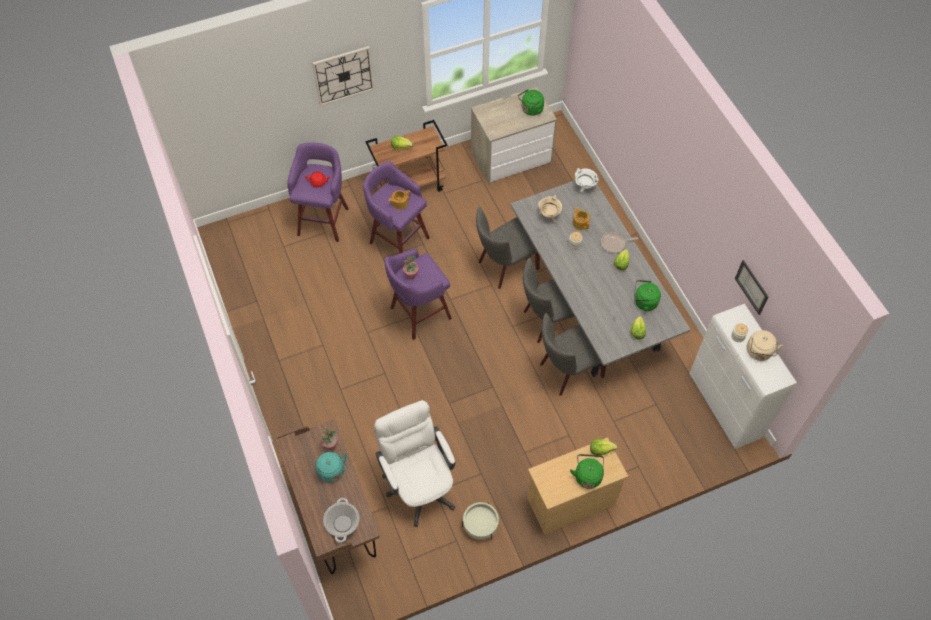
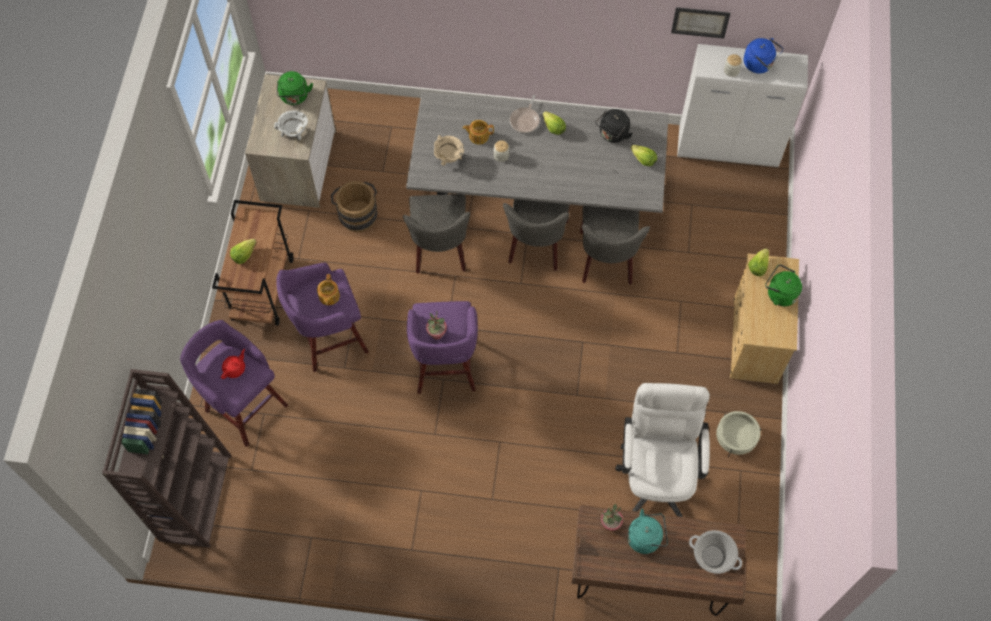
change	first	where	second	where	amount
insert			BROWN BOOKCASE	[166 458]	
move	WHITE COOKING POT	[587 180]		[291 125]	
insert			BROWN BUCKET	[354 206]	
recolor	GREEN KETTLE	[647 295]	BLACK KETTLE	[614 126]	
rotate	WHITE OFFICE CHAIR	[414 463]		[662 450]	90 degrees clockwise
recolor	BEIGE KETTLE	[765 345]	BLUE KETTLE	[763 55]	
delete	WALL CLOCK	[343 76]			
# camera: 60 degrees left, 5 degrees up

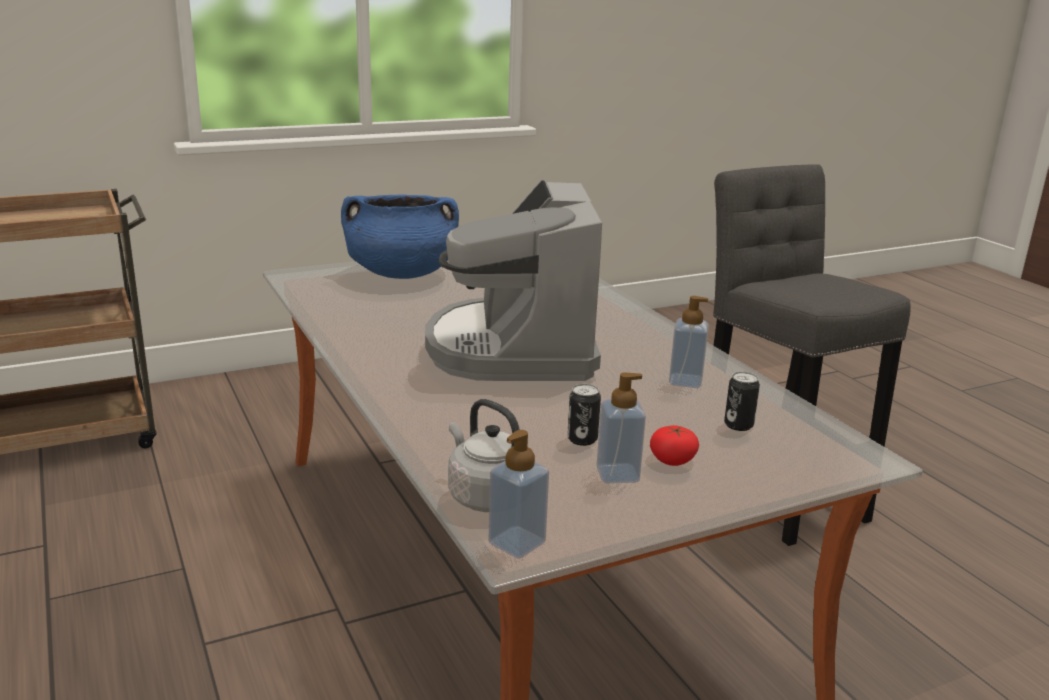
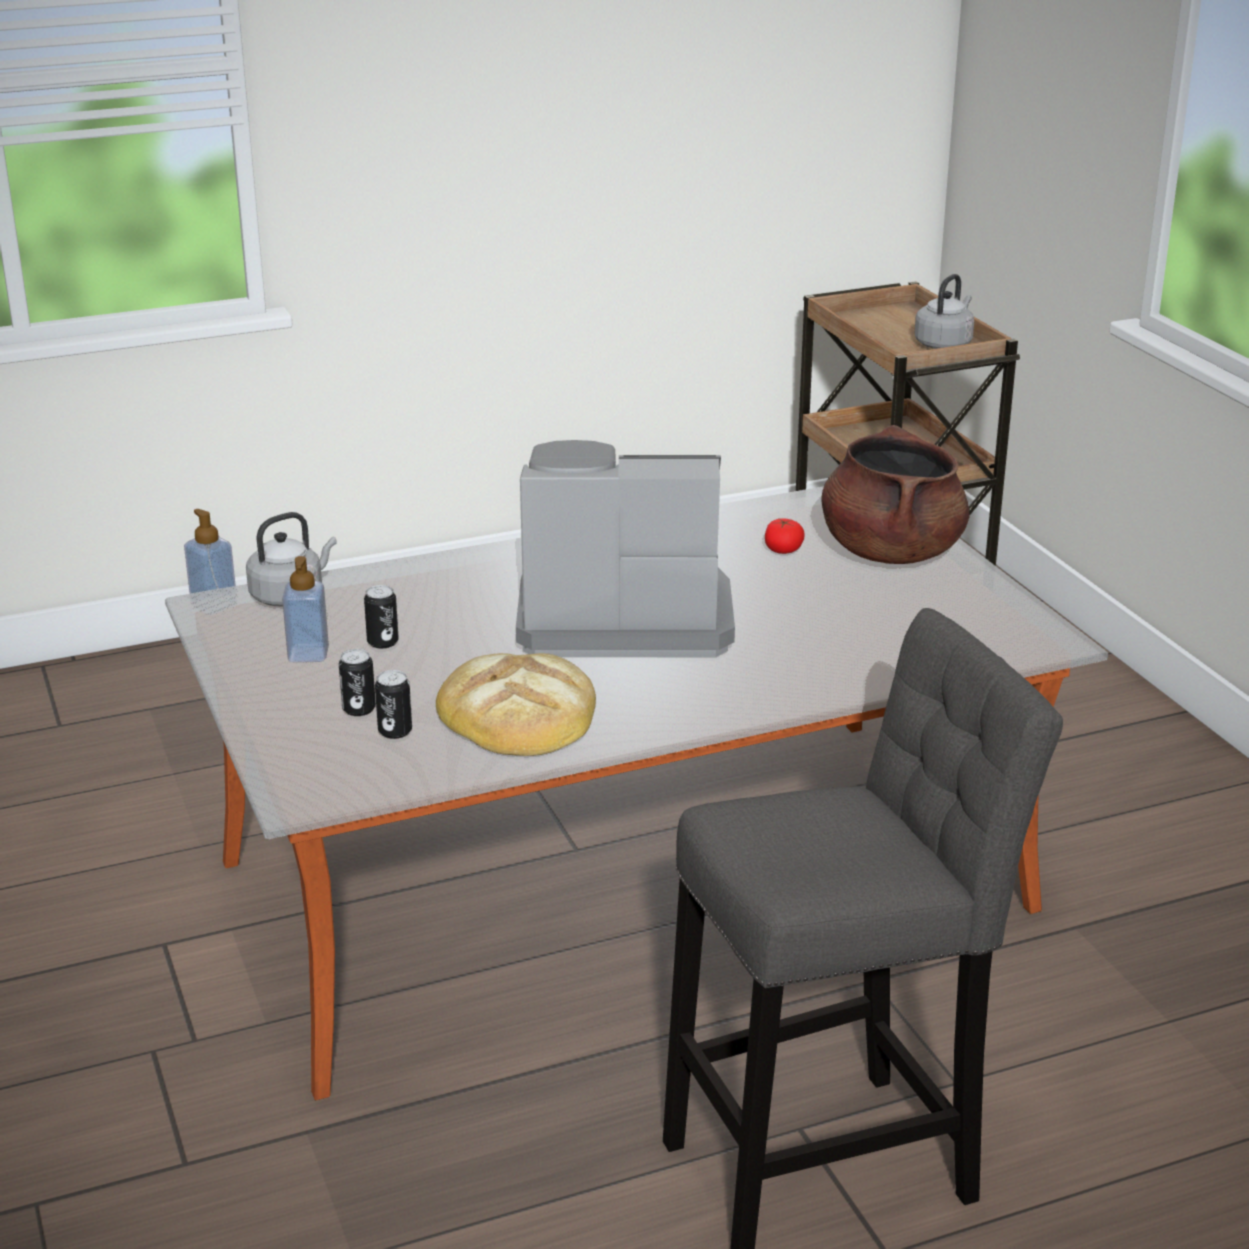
change	first	where	second	where	amount
insert			CAN	[357 682]	
replace	SOAP DISPENSER	[689 342]	BREAD	[516 704]	
move	TOMATO	[674 445]		[785 536]	
recolor	BLUE COOKING POT	[400 236]	BROWN COOKING POT	[895 494]	
insert			GREY KETTLE	[944 311]	
# camera: 95 degrees right, 5 degrees up

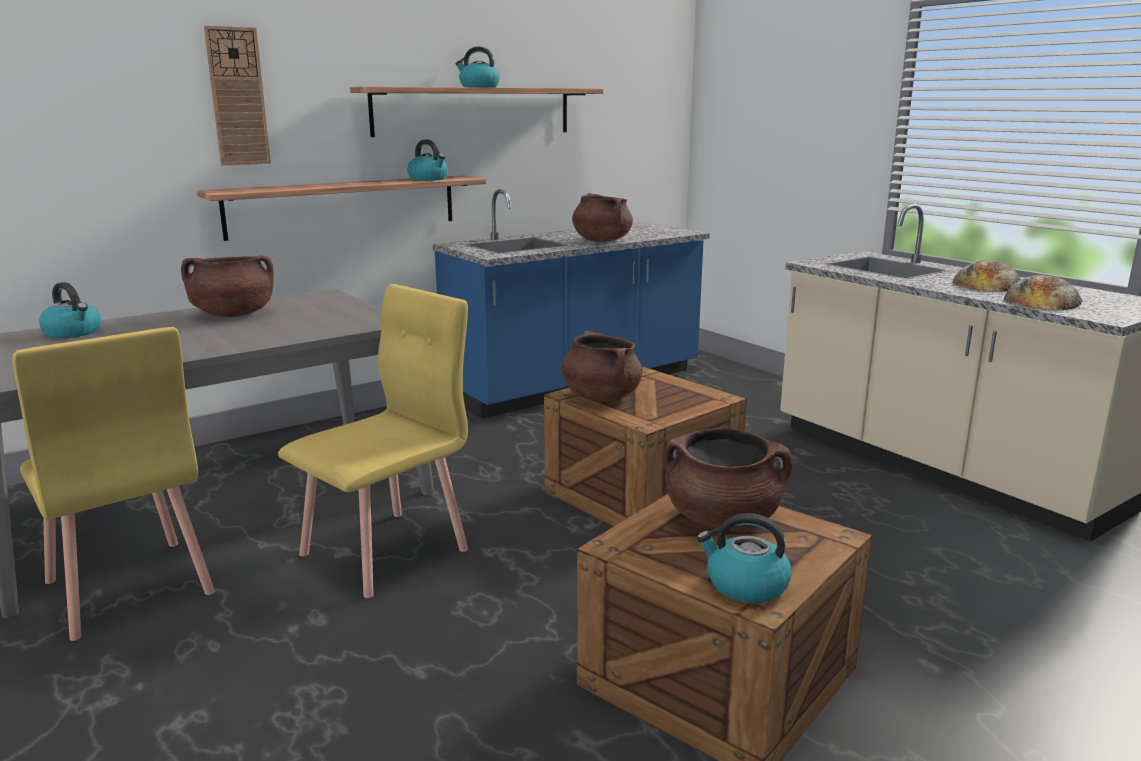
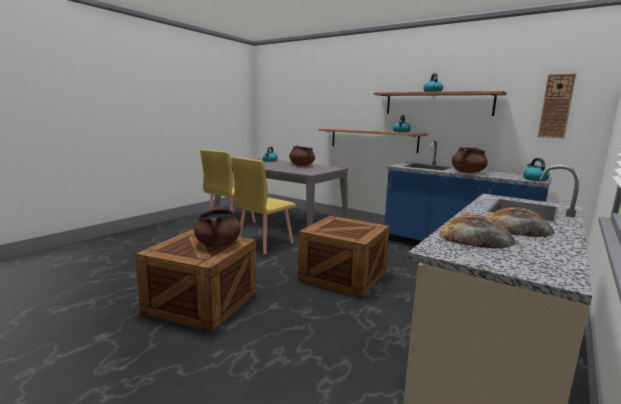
change	first	where	second	where	amount
rotate	YELLOW CHAIR	[373 441]		[263 205]	105 degrees clockwise
move	KETTLE	[744 558]		[536 169]	
move	WALL CLOCK	[237 95]		[557 105]	
delete	BROWN COOKING POT	[601 365]			
# camera: 70 degrees right, 5 degrees down

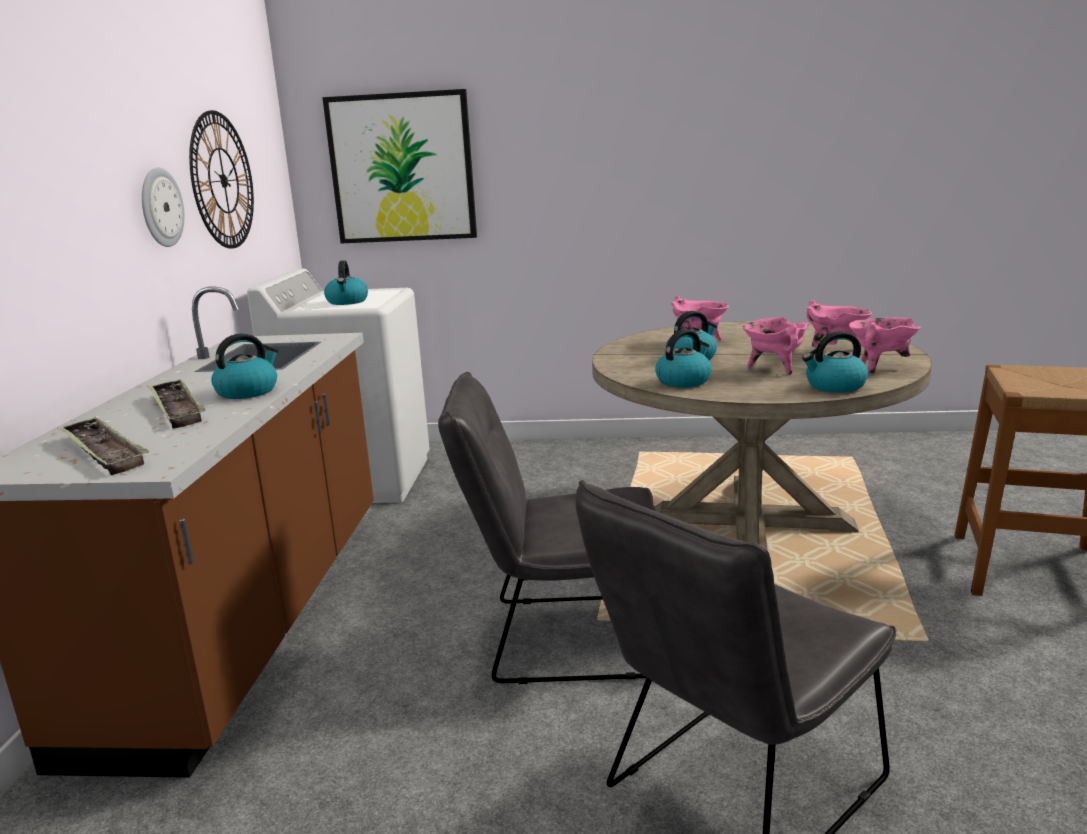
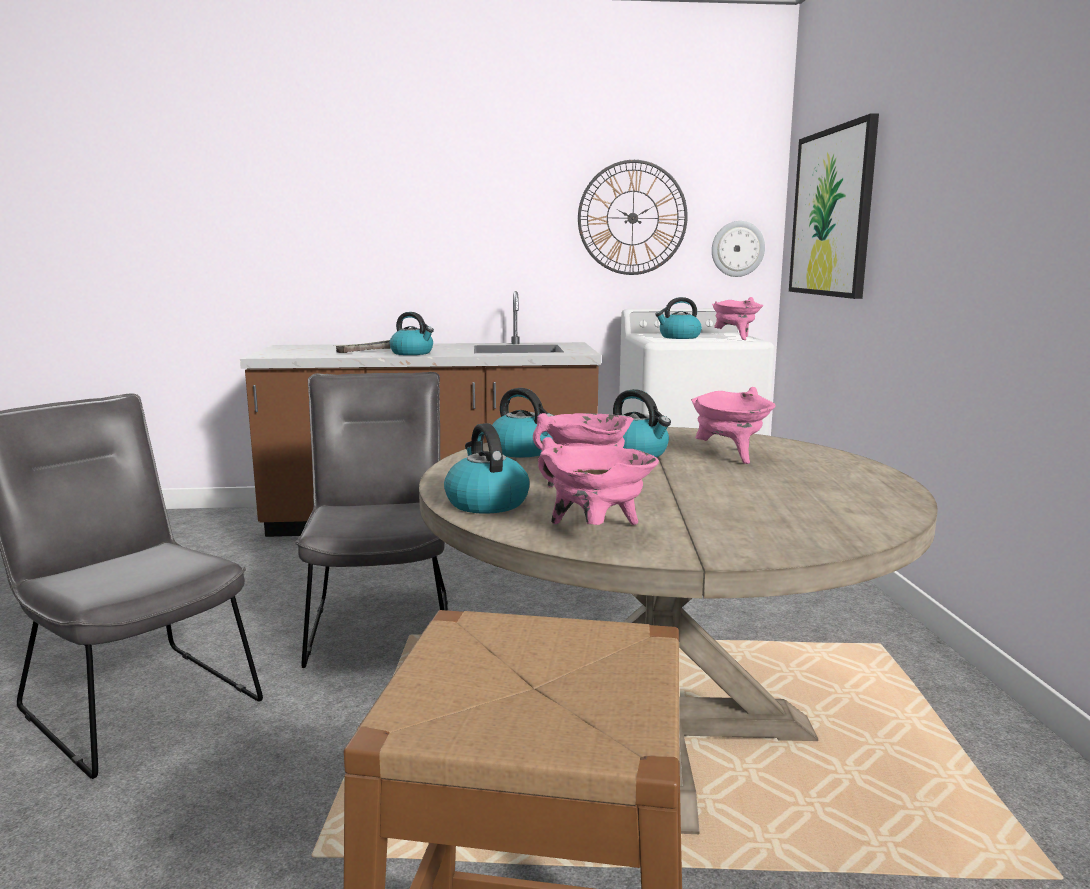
change	first	where	second	where	amount
move	WALL CLOCK	[163 207]		[738 249]	
move	PINK COOKING POT	[839 323]		[737 318]	
delete	TRAY	[103 446]			
# camera: 80 degrees right, 5 degrees down

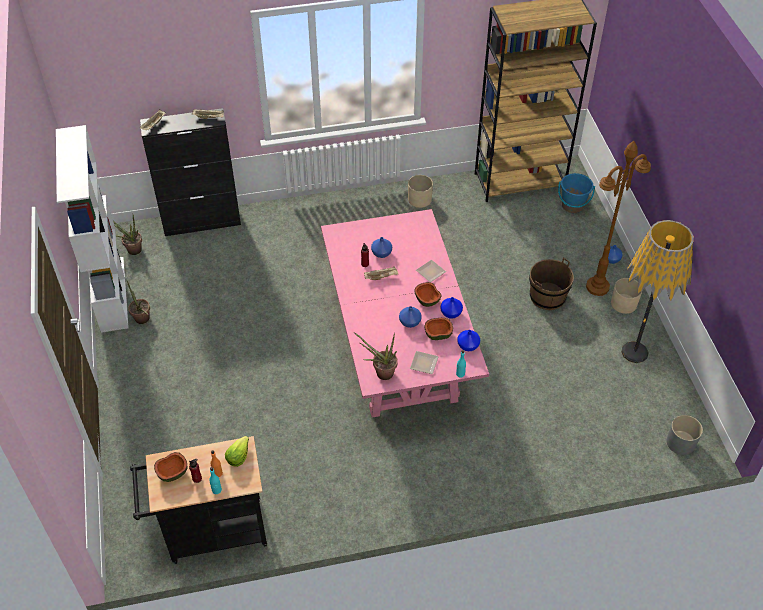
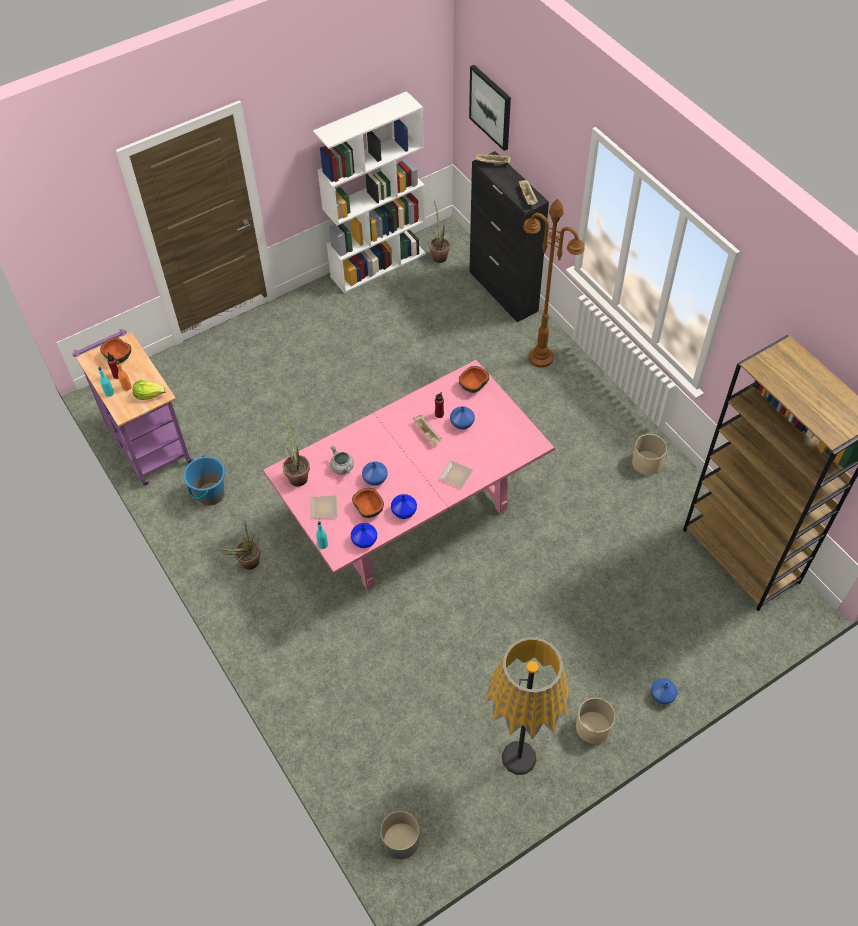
change	first	where	second	where	amount
recolor	BLACK CART	[198 500]	PURPLE CART	[132 407]	
move	BLUE BUCKET	[576 193]		[204 480]	
move	POTTED PLANT	[138 302]		[239 545]	
insert			GREY COOKING POT	[342 459]	
move	BOWL	[428 294]		[474 379]	
insert			PICTURE	[490 108]	
move	BROWN FLOOR LAMP	[618 218]		[554 283]	
delete	BROWN BUCKET	[551 284]			
# camera: 70 degrees right, 5 degrees up

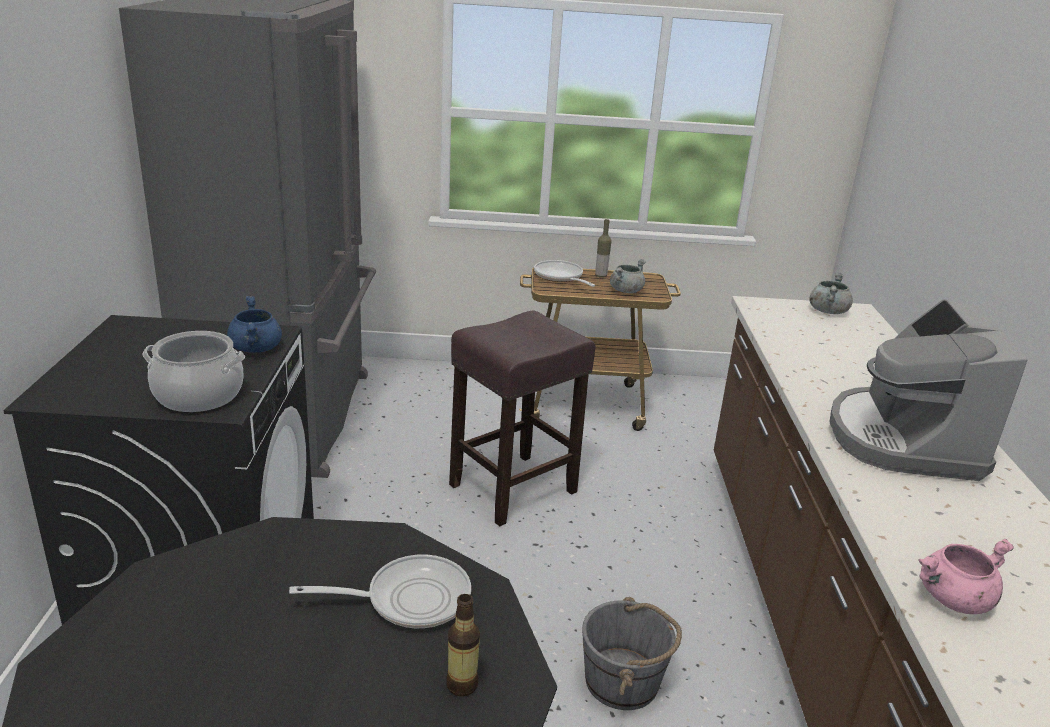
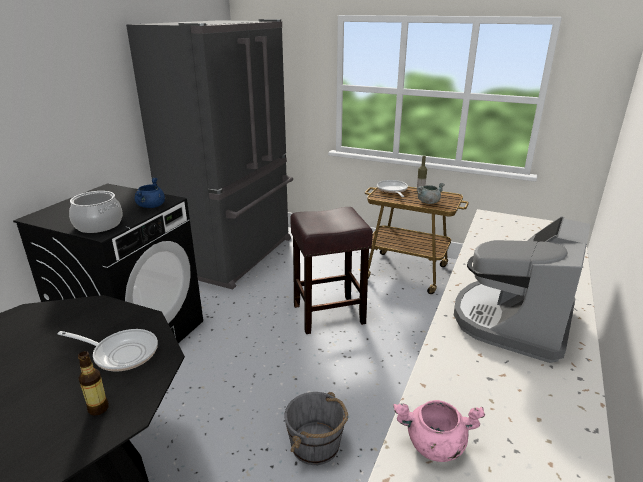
change	first	where	second	where	amount
delete	GREY COOKING POT	[831 293]			
# camera: 25 degrees right, 0 degrees up

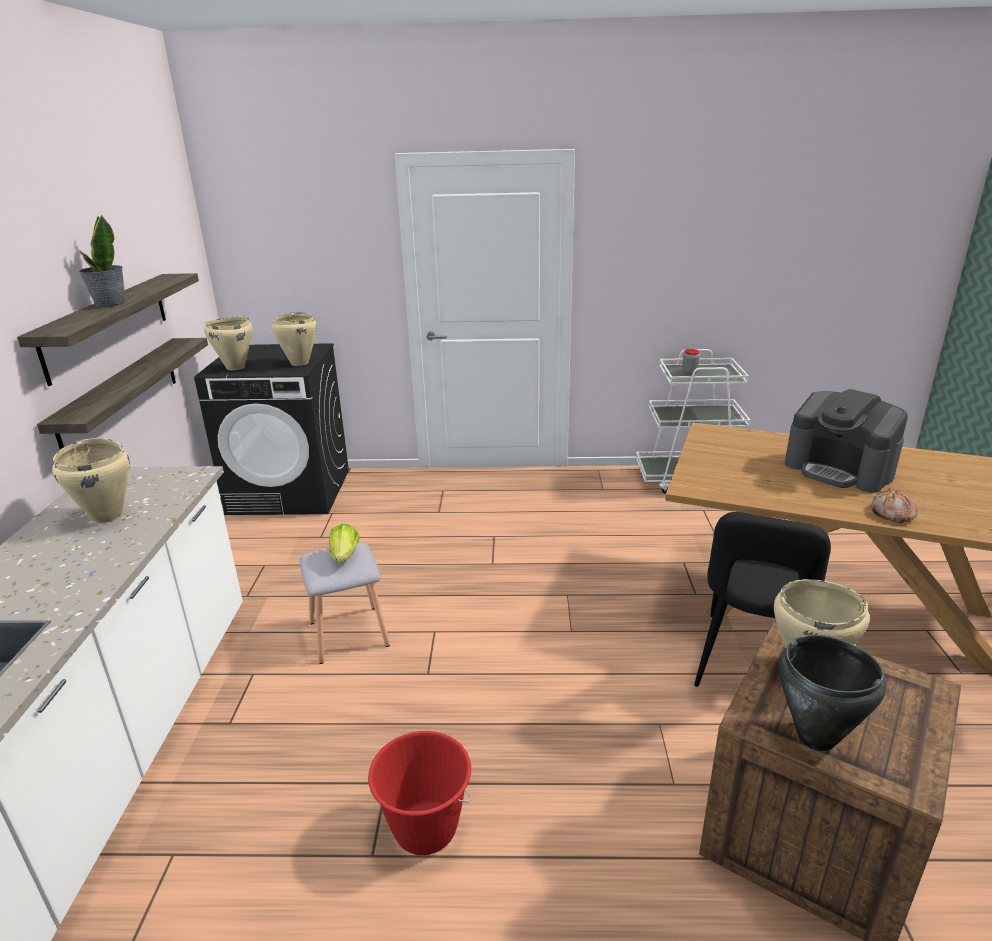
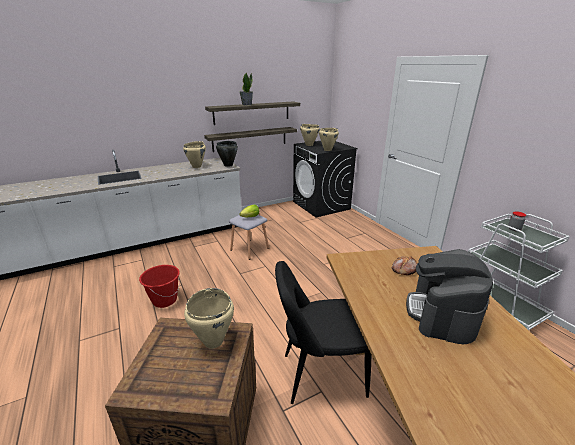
change	first	where	second	where	amount
move	BLACK COOKING POT	[832 693]		[227 154]	
move	BREAD	[894 505]		[404 265]	
# camera: 60 degrees right, 0 degrees up

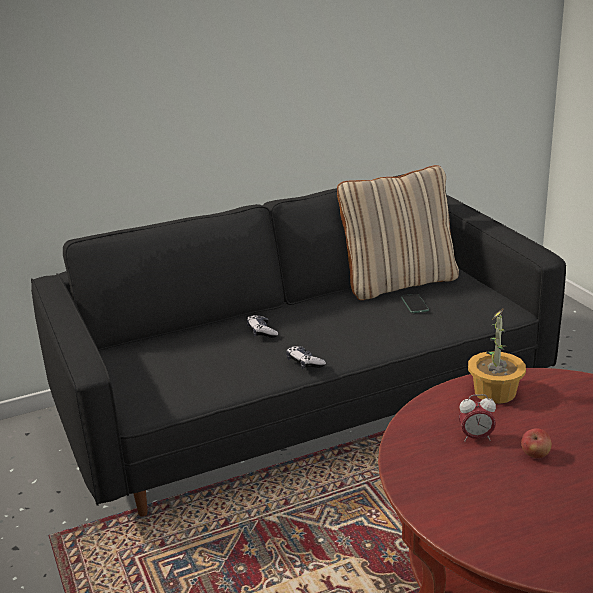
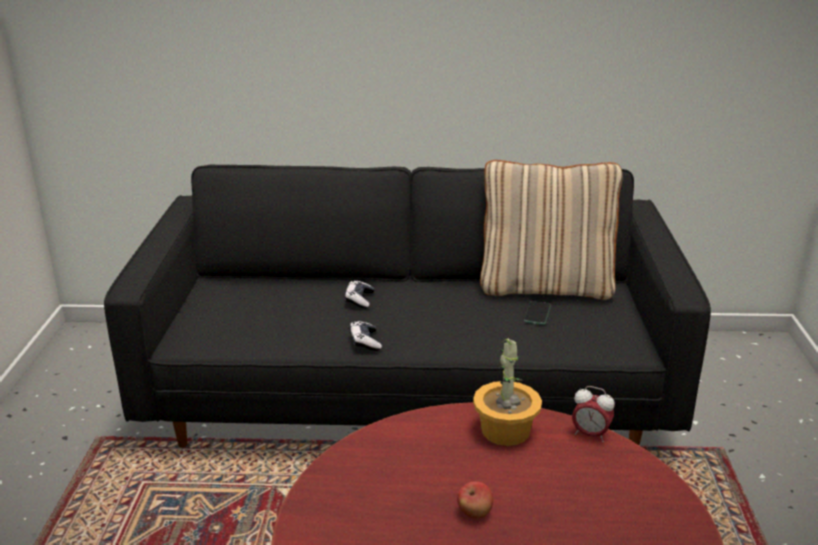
change	first	where	second	where	amount
move	ALARM CLOCK	[477 418]		[593 414]	
# camera: 25 degrees right, 0 degrees up

